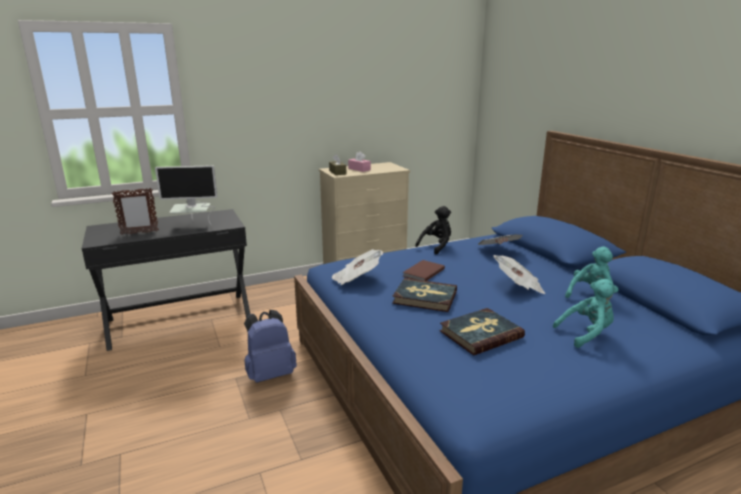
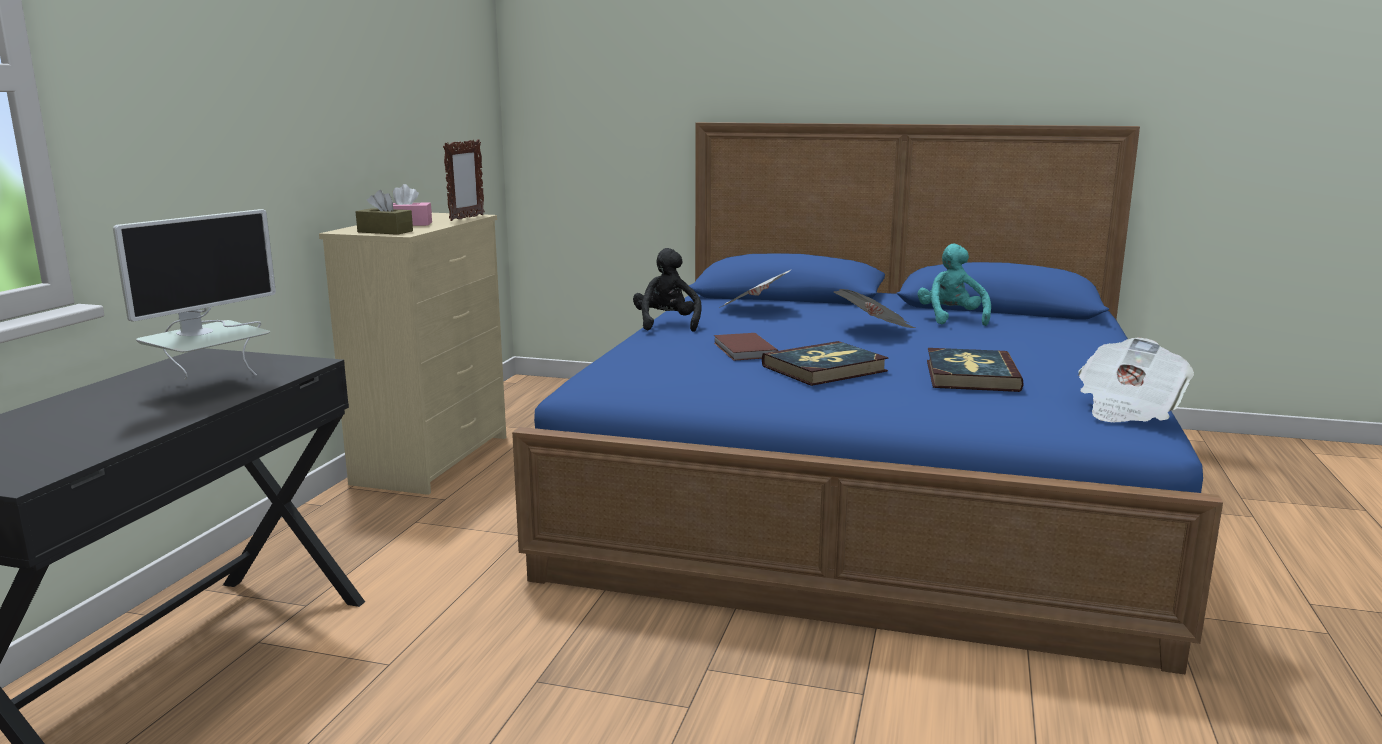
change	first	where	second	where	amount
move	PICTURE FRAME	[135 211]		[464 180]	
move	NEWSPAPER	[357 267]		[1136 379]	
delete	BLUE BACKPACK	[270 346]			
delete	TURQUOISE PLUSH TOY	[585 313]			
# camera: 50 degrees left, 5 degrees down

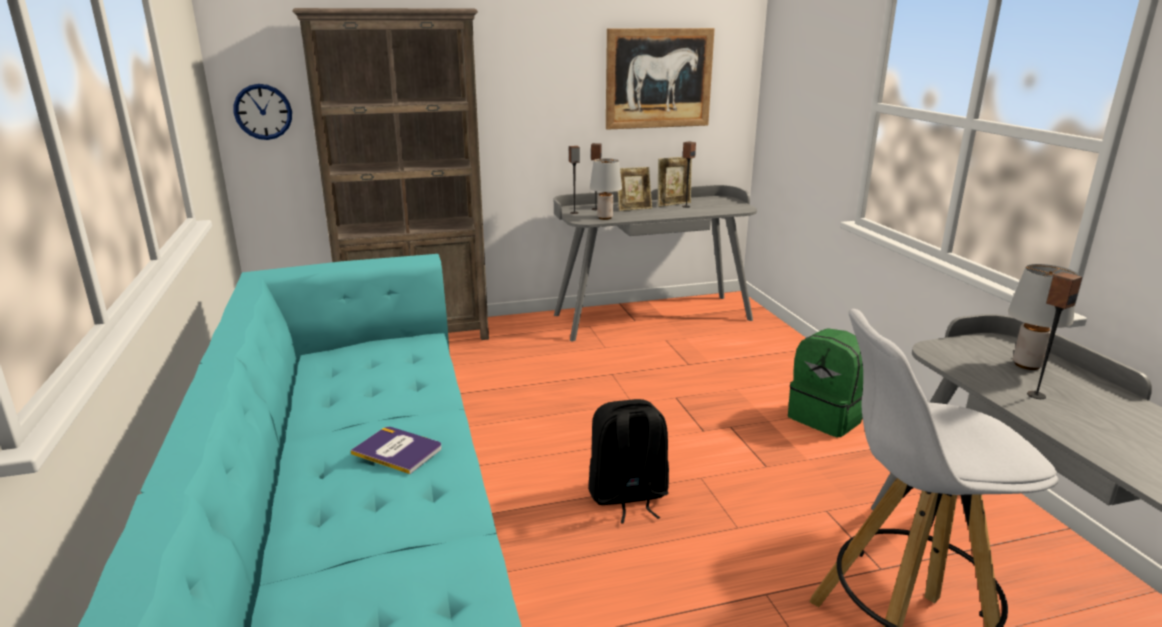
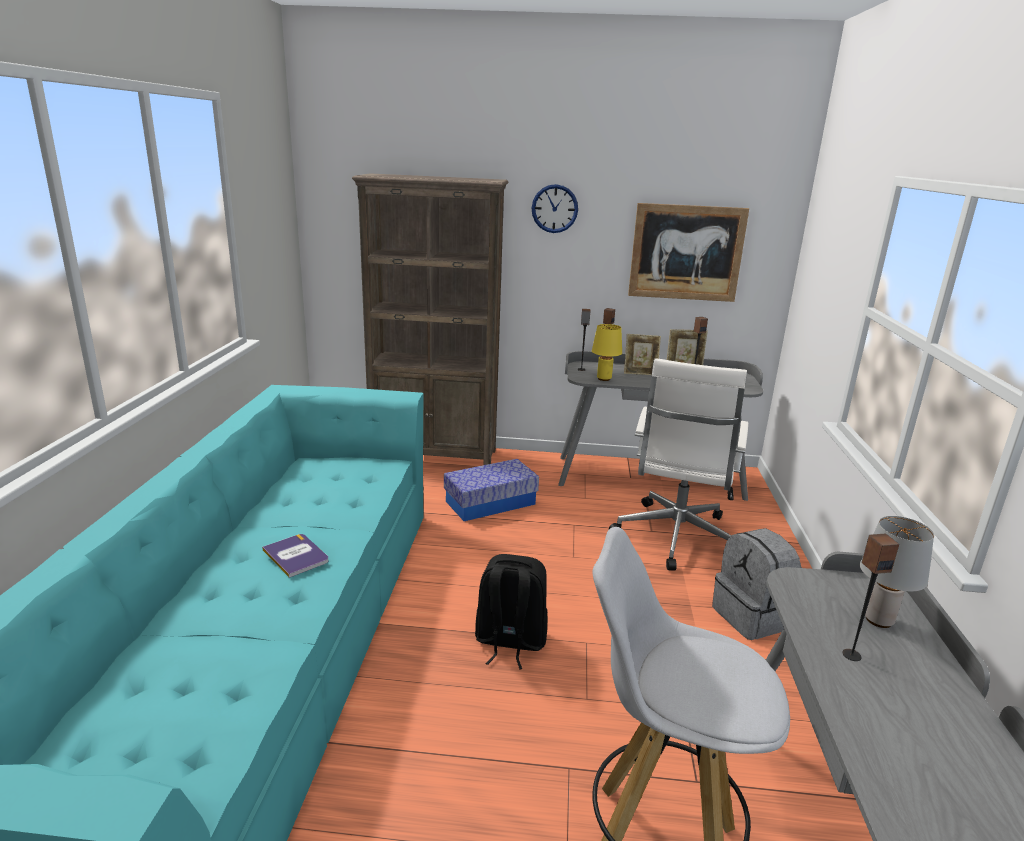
change	first	where	second	where	amount
insert			STORAGE BOX	[491 490]	
move	WALL CLOCK	[263 112]		[555 208]	
recolor	GREY TABLE LAMP	[606 189]	YELLOW TABLE LAMP	[607 352]	
insert			WHITE OFFICE CHAIR	[679 464]	
recolor	GREEN BACKPACK	[825 382]	GREY BACKPACK	[757 584]	
# camera: 20 degrees right, 0 degrees up

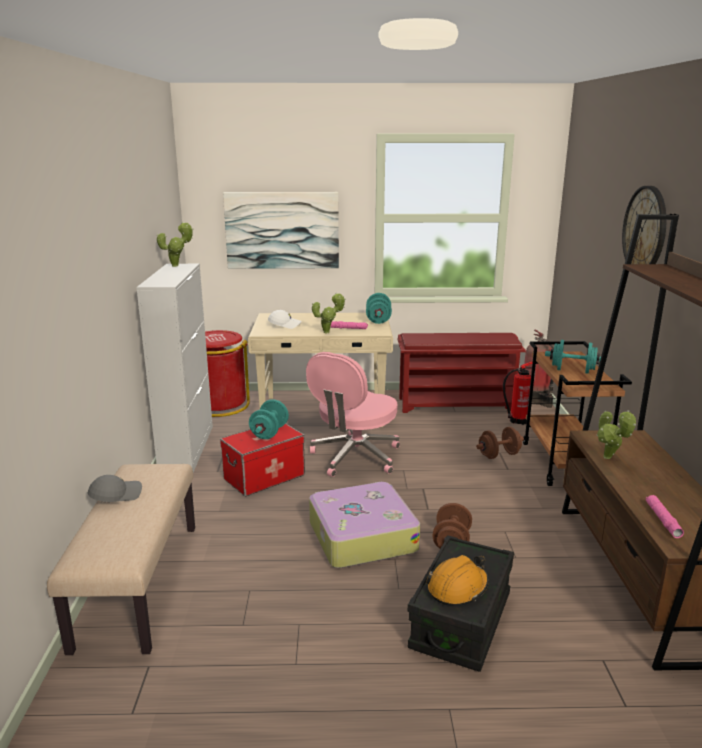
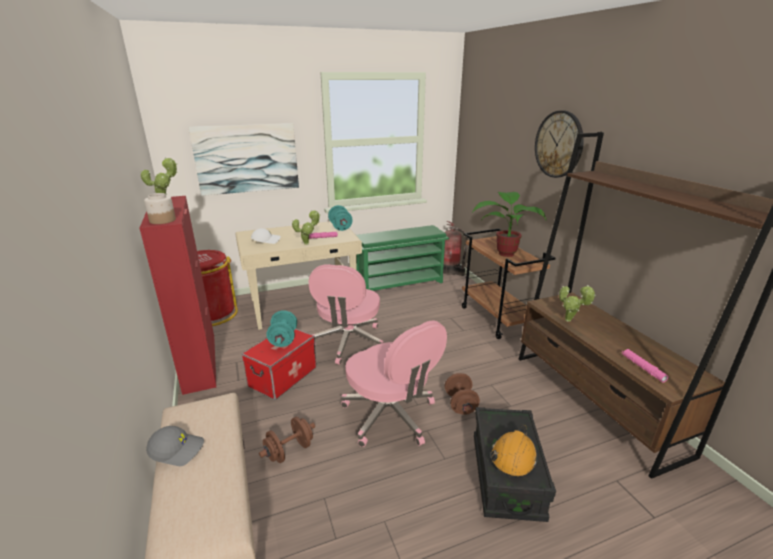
change	first	where	second	where	amount
recolor	WHITE CABINET	[174 368]	RED CABINET	[177 295]	
insert			JAR	[160 208]	
rotate	GREY CAP	[115 488]		[175 446]	60 degrees clockwise
move	BROWN DUMBBELL	[500 443]		[287 440]	
replace	SUITCASE	[364 525]	PINK OFFICE CHAIR	[394 383]	
recolor	RED SHOE RACK	[462 373]	GREEN SHOE RACK	[402 258]	
replace	TURQUOISE DUMBBELL	[573 357]	POTTED PLANT	[509 224]	
delete	FIRE EXTINGUISHER	[518 393]			
# camera: 20 degrees left, 5 degrees up

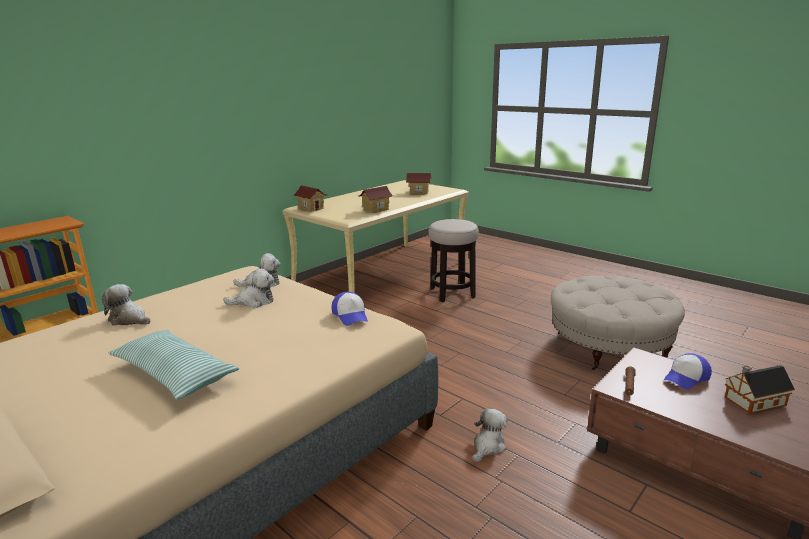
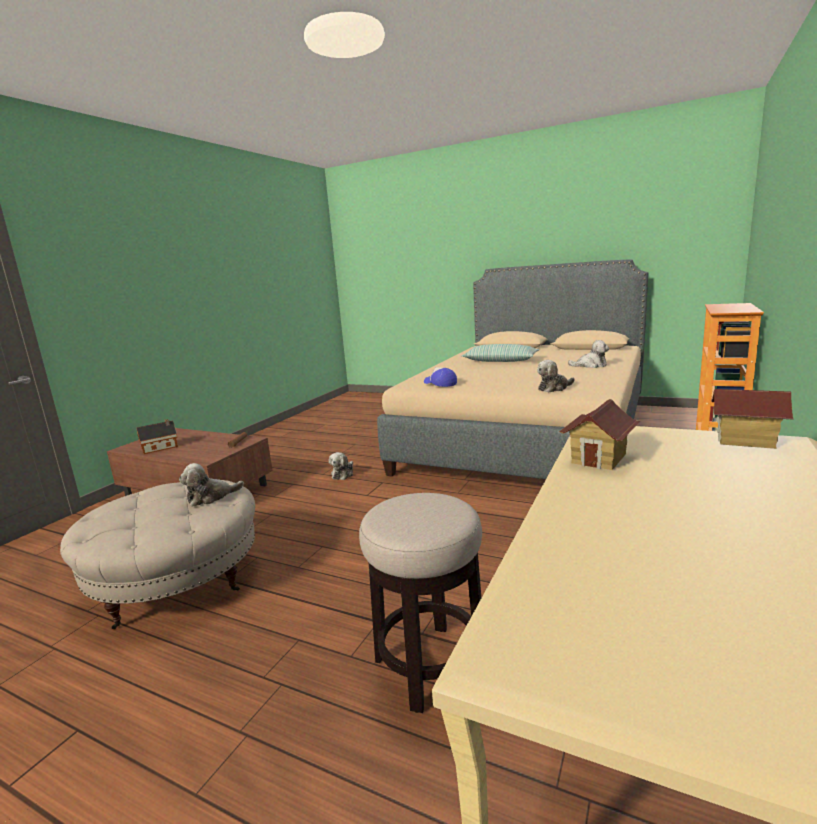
change	first	where	second	where	amount
move	PLUSH TOY	[249 288]		[211 485]	
delete	TOY HOUSE	[418 183]			
delete	CAP	[688 371]			
# camera: 165 degrees right, 5 degrees down

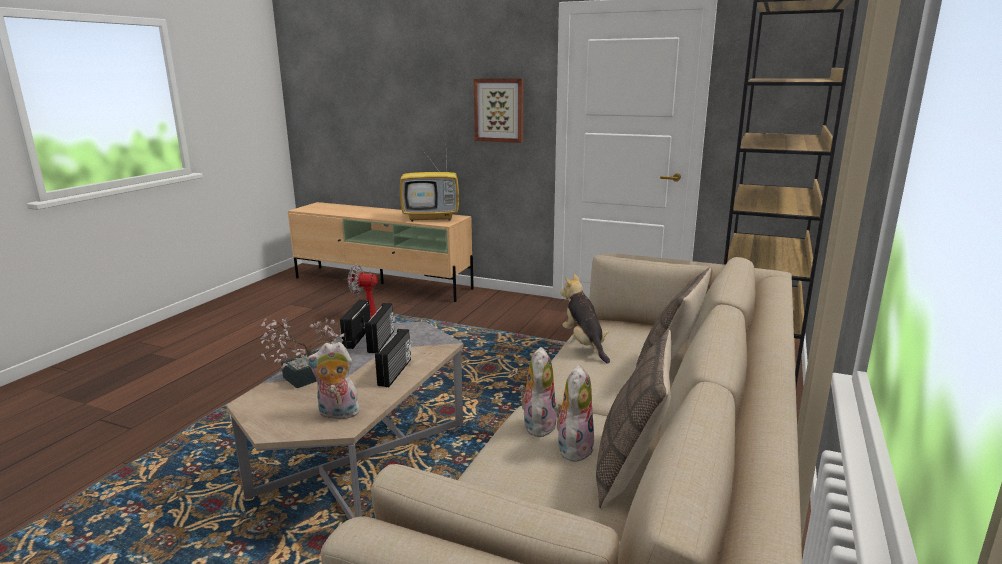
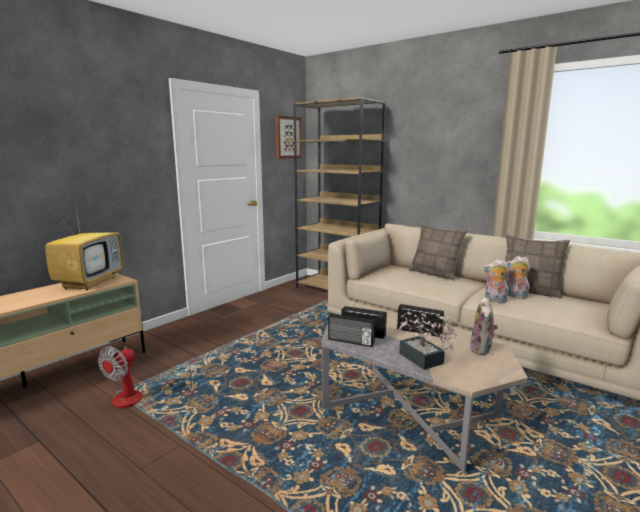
change	first	where	second	where	amount
move	PICTURE	[498 110]		[288 137]	
delete	PLUSH TOY	[585 318]			
# camera: 75 degrees left, 5 degrees down

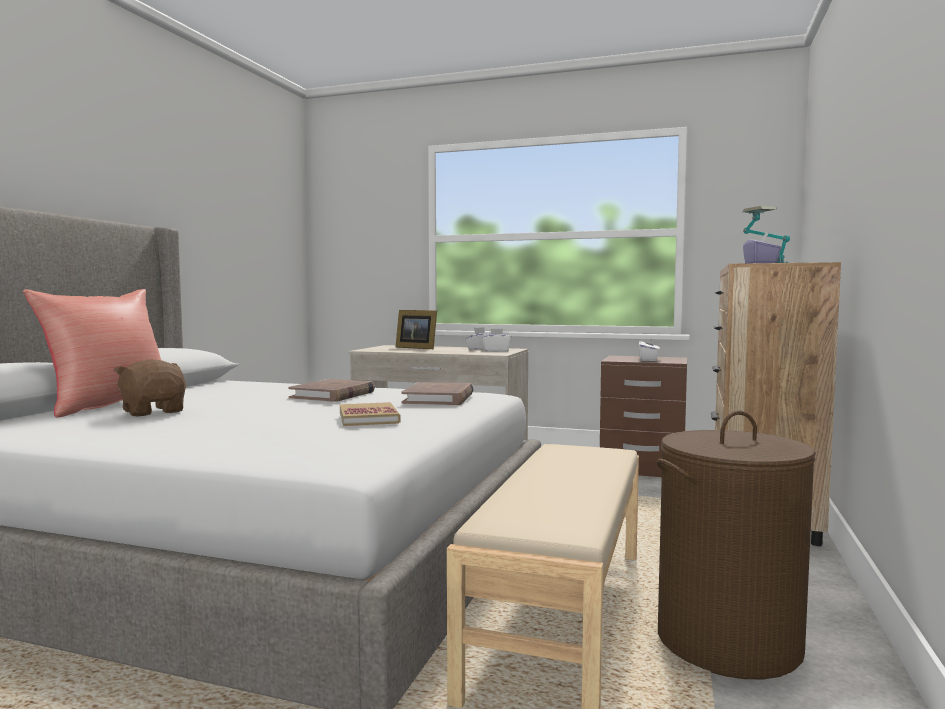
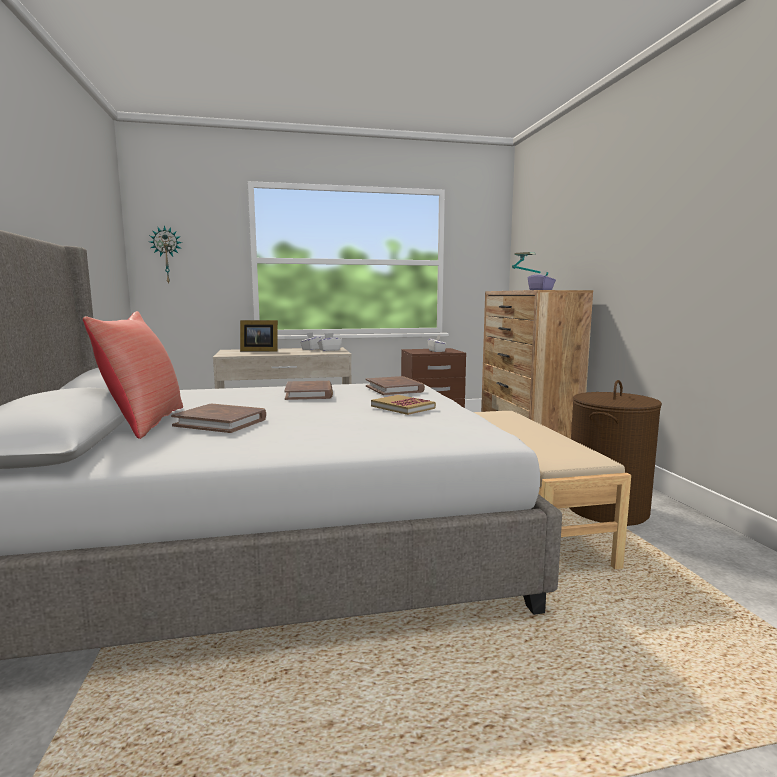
change	first	where	second	where	amount
insert			WALL CLOCK	[165 254]	
replace	BROWN PLUSH TOY	[149 388]	BROWN BOOK	[218 418]	
# camera: 30 degrees left, 5 degrees up

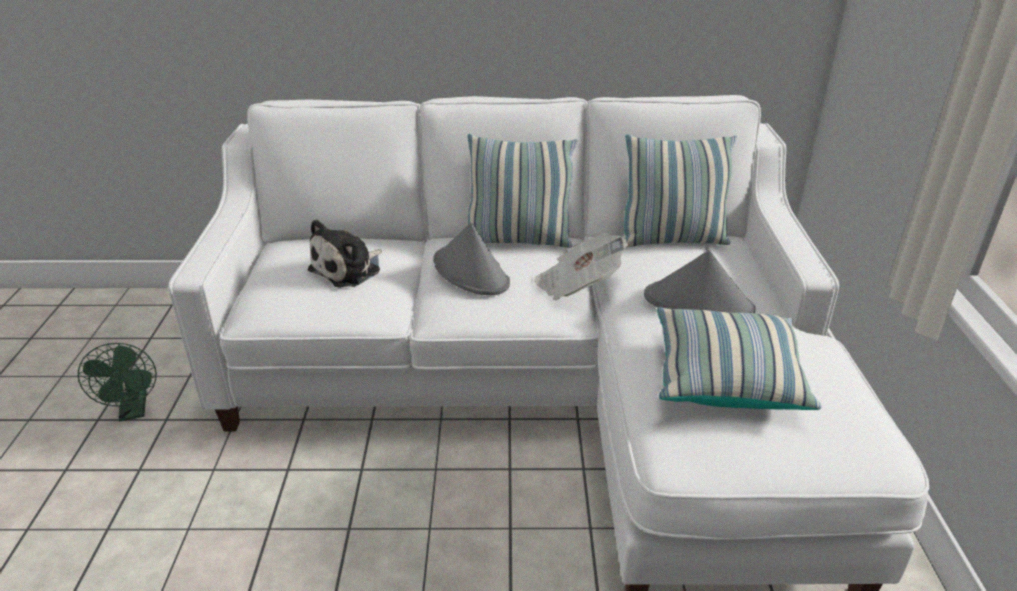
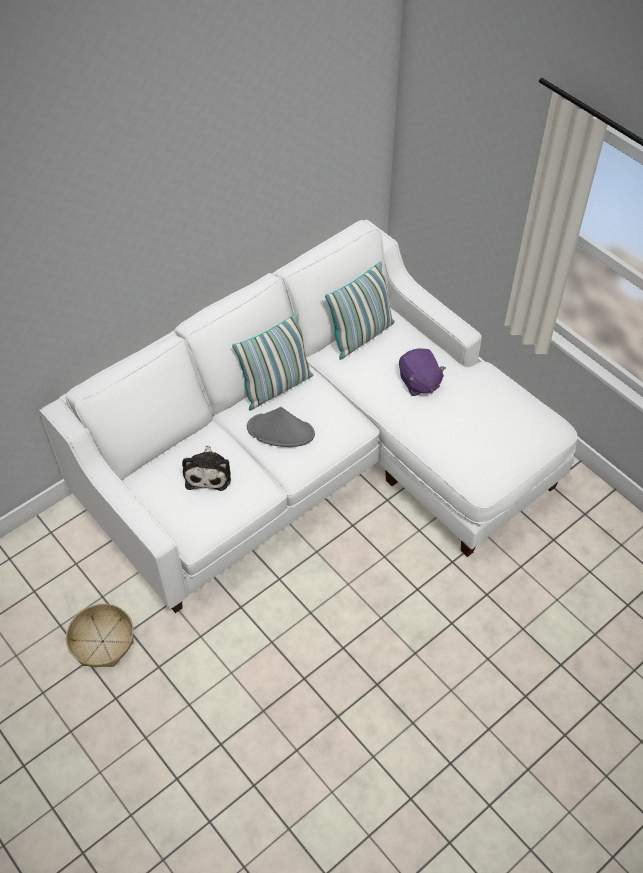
change	first	where	second	where	amount
replace	GREEN FAN	[117 382]	BASKET	[100 635]	
replace	GREY HAT	[700 281]	PURPLE PLUSH TOY	[422 372]	
delete	NEWSPAPER	[581 267]			
delete	PILLOW	[739 358]			
# camera: 40 degrees left, 20 degrees up

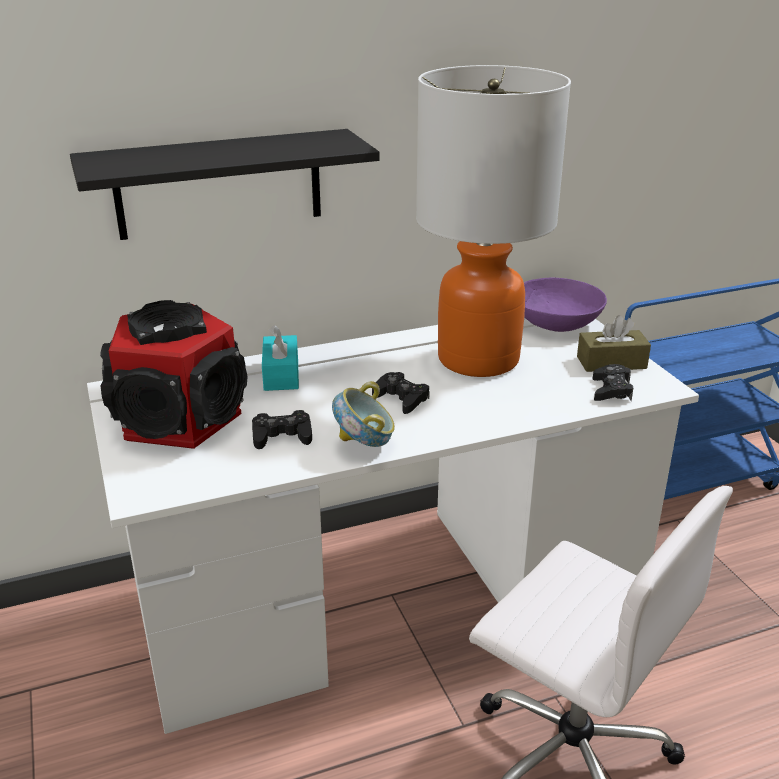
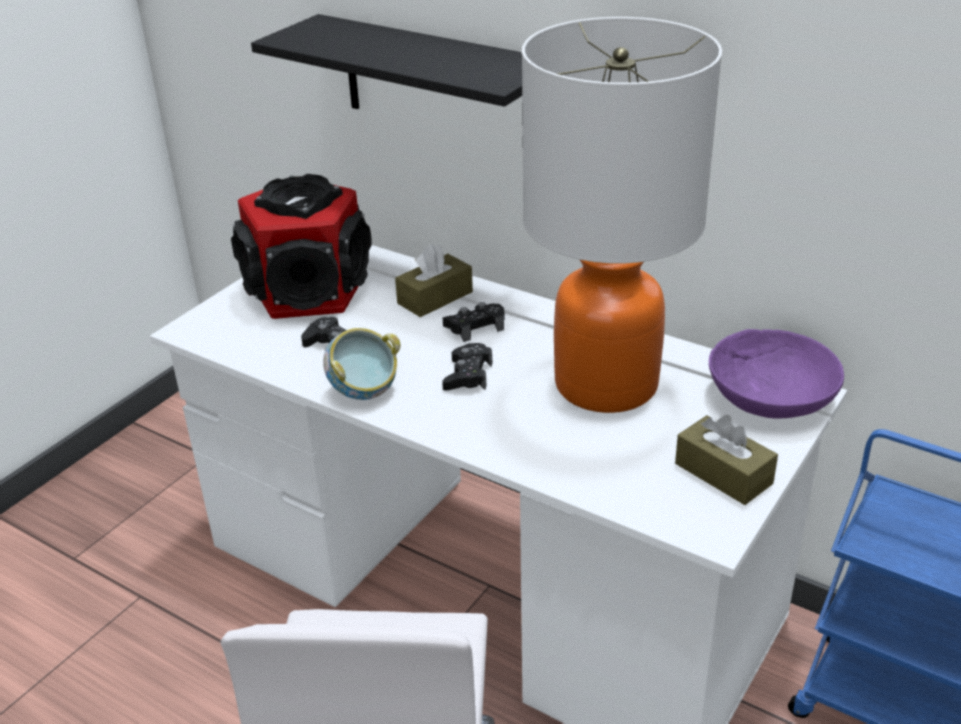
change	first	where	second	where	amount
recolor	TURQUOISE TISSUE BOX	[280 358]	BROWN TISSUE BOX	[434 280]	
move	BLACK GAME CONTROLLER	[613 383]		[473 322]	
# camera: 55 degrees right, 5 degrees up

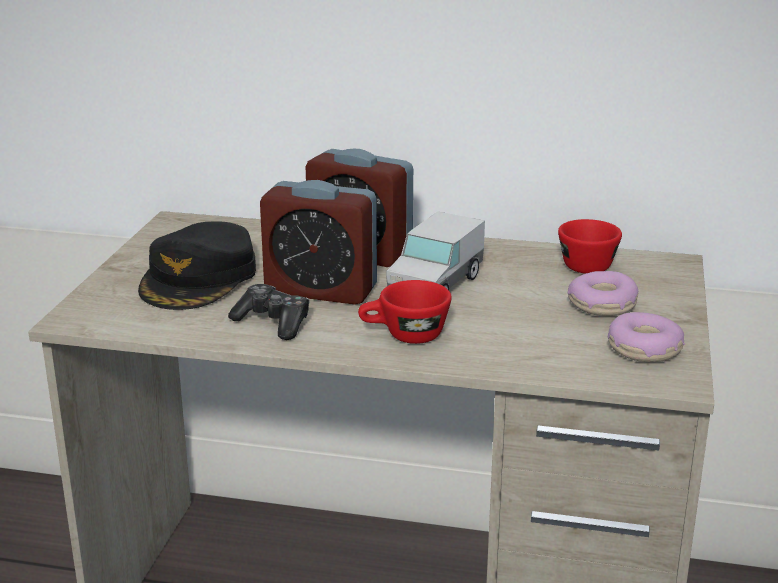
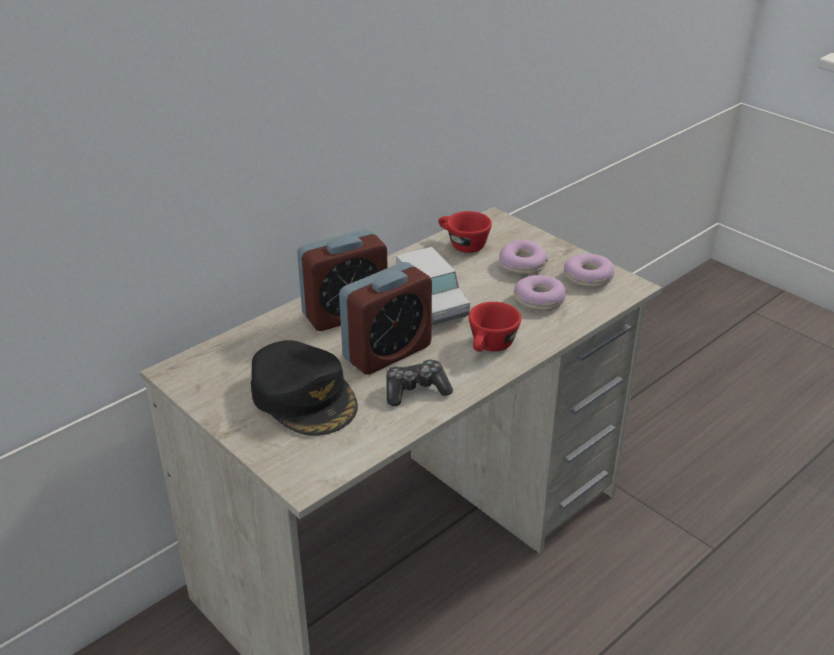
change	first	where	second	where	amount
insert			DONUT	[540 293]	
# camera: 55 degrees left, 10 degrees up

